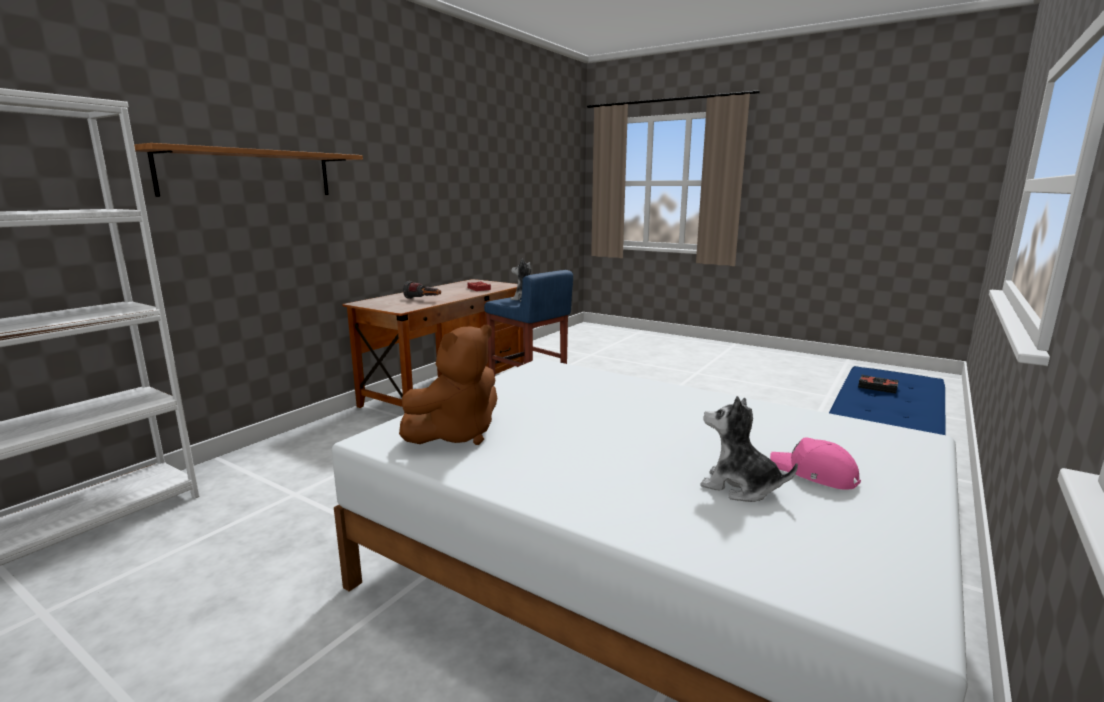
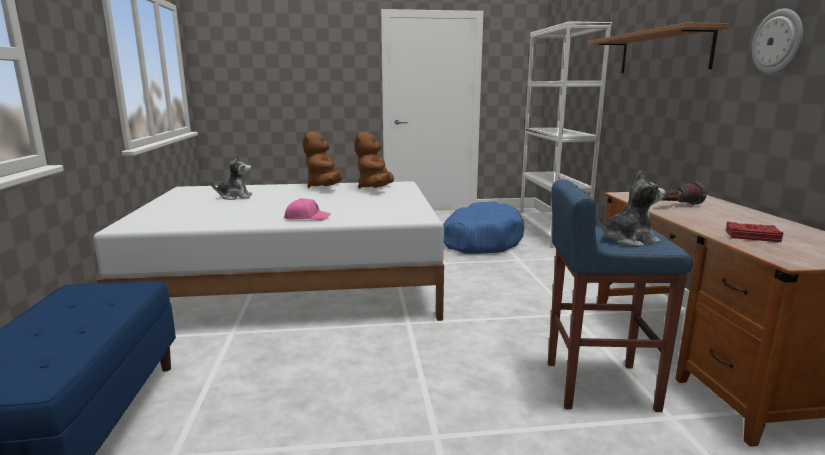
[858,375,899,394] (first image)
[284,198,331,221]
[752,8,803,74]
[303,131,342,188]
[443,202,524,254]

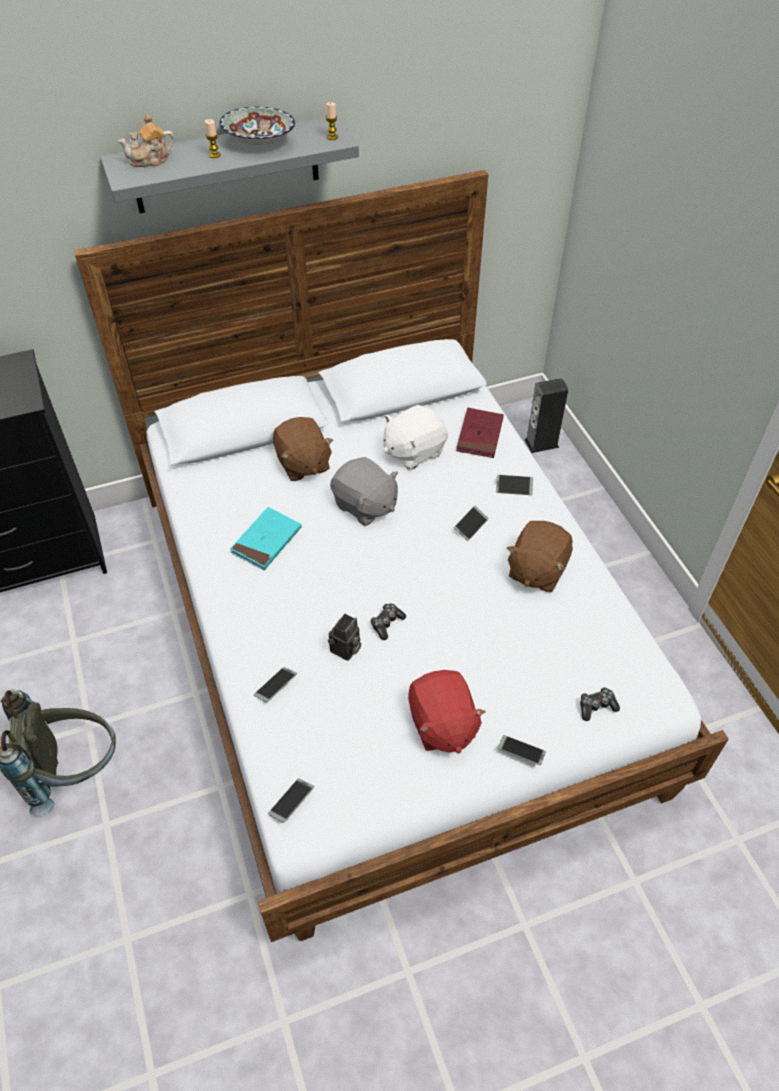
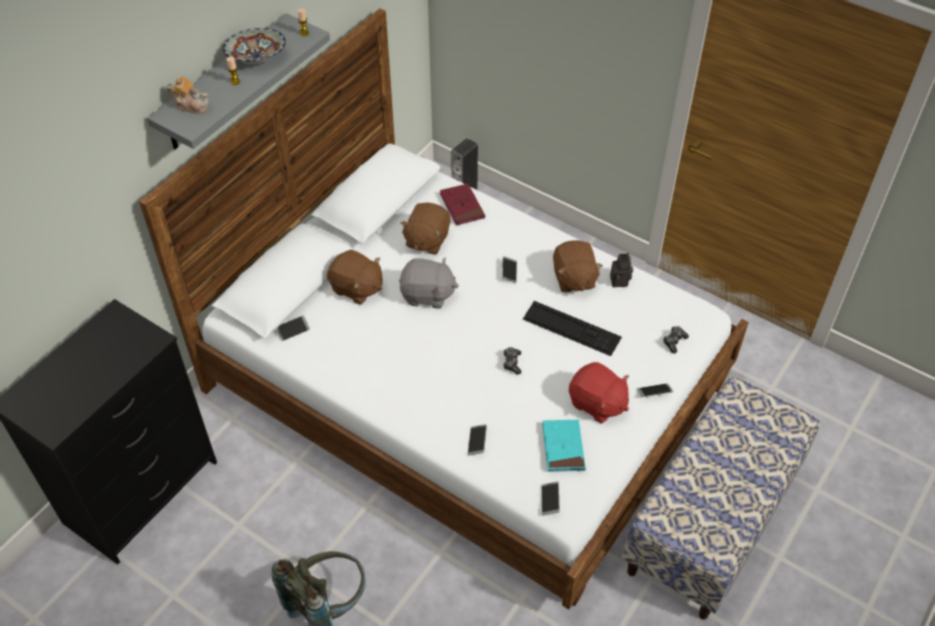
[167,76,208,114]
[400,203,450,254]
[276,316,310,341]
[542,420,586,472]
[610,252,633,287]
[523,301,622,356]
[622,376,820,620]

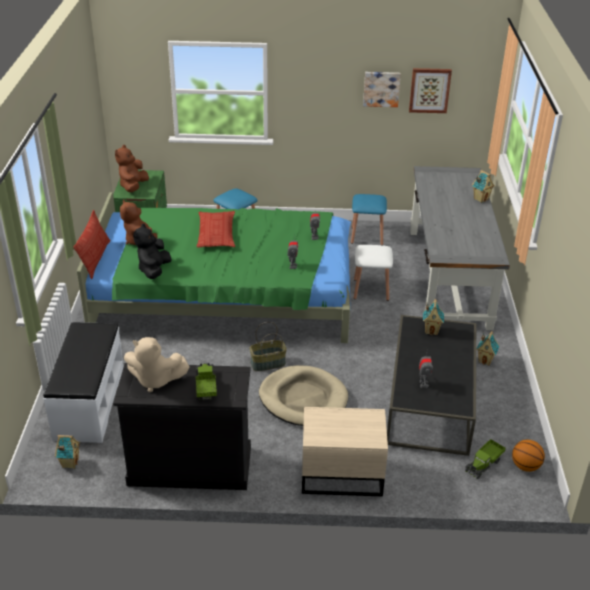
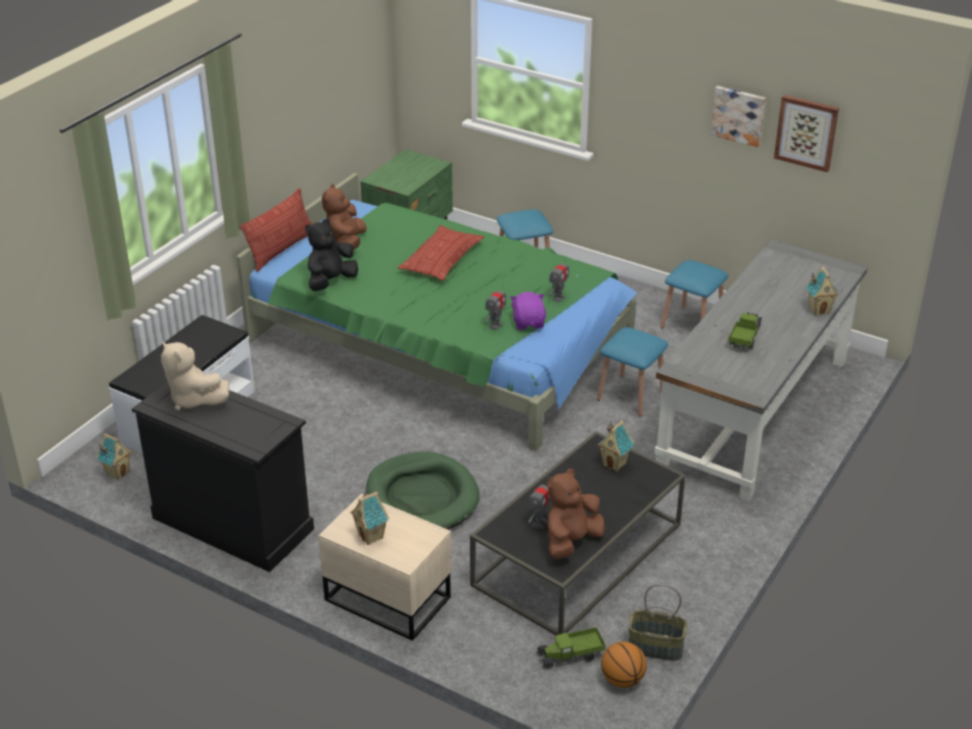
[547,469,605,559]
[597,327,668,417]
[628,584,687,661]
[350,490,389,545]
[728,313,762,349]
[366,452,480,529]
[510,292,546,330]

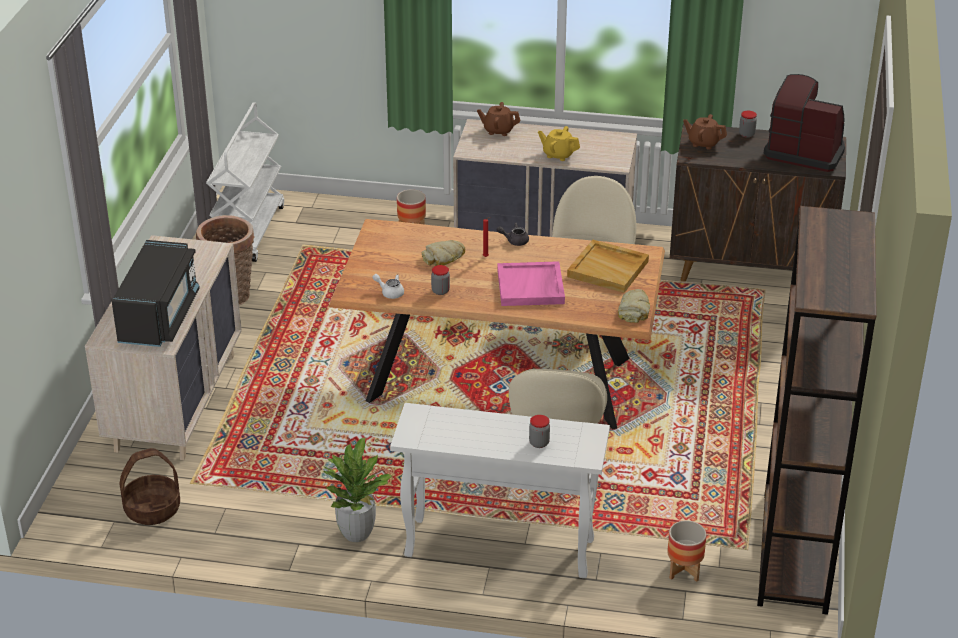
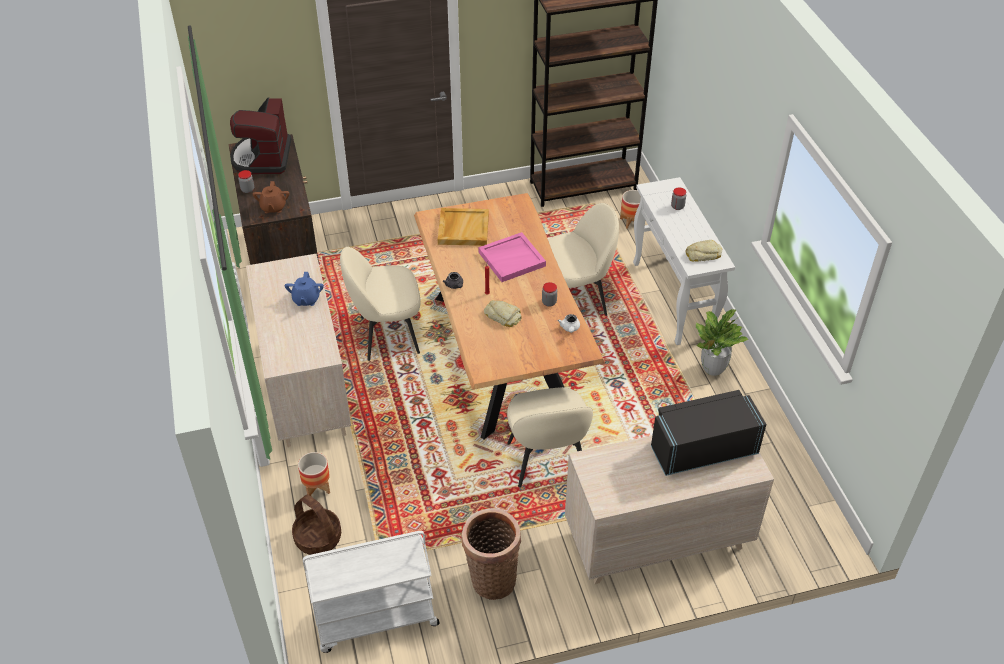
[477,102,520,136] (first image)
[285,272,324,306]
[685,240,723,261]
[292,495,341,555]
[507,387,593,487]

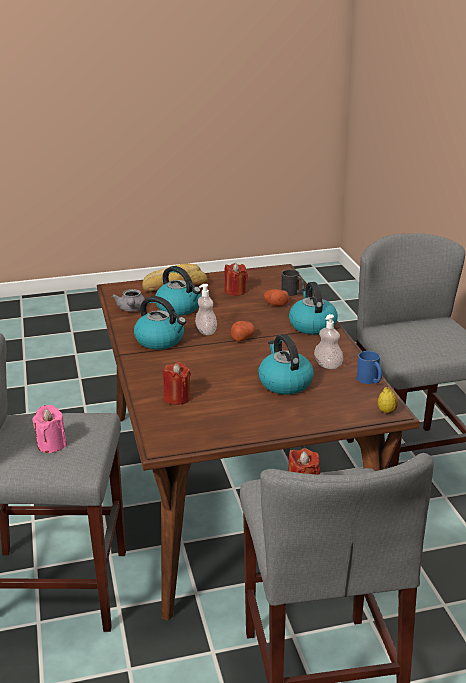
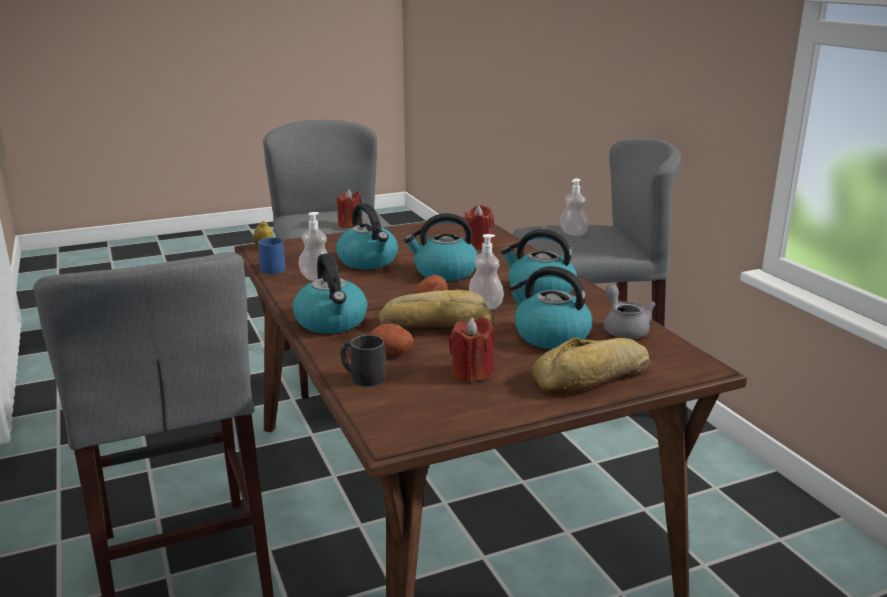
[560,179,589,236]
[404,213,478,281]
[379,289,494,329]

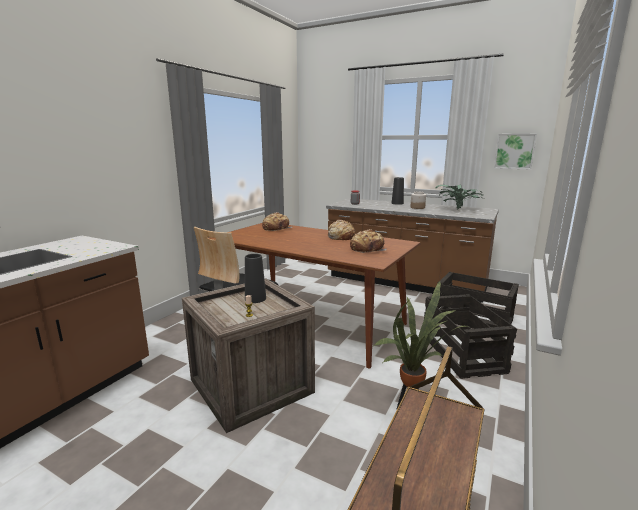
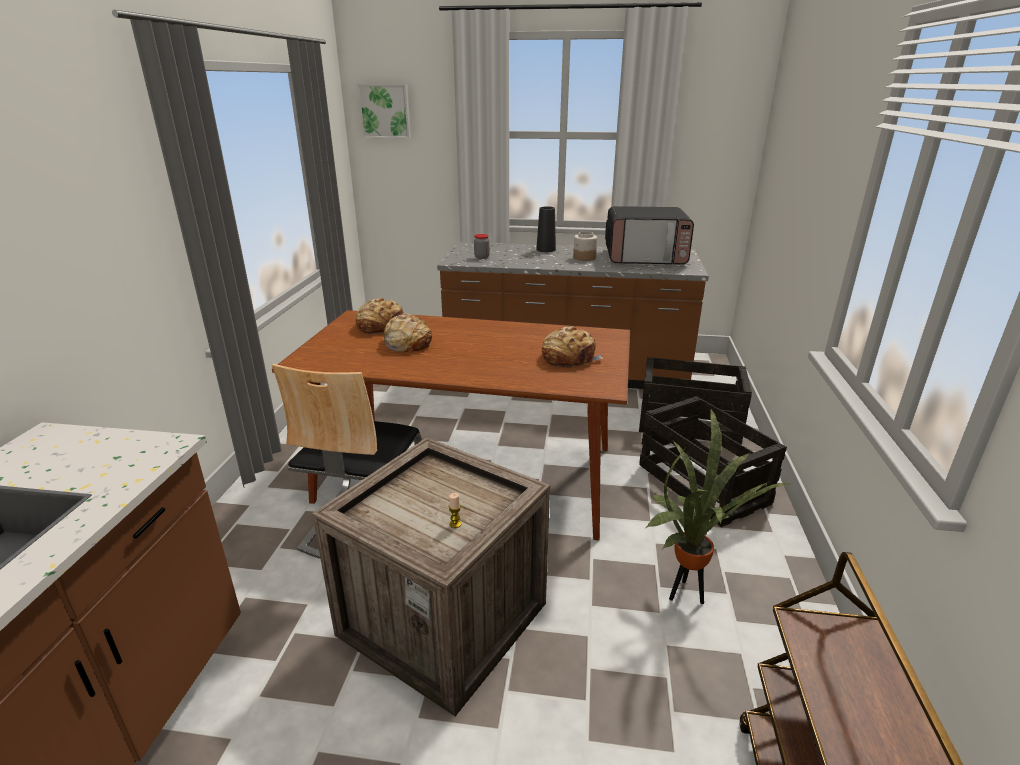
[357,84,411,139]
[605,206,694,264]
[383,313,432,352]
[245,254,266,303] (first image)

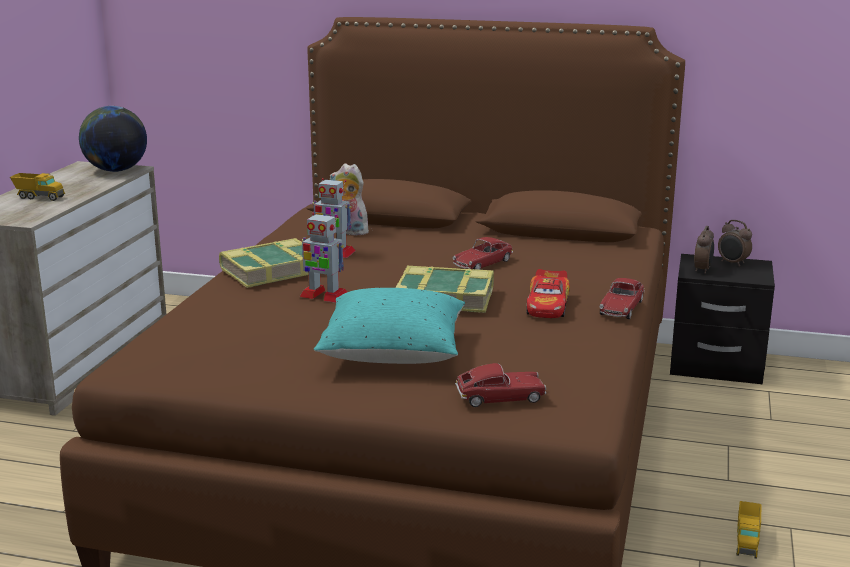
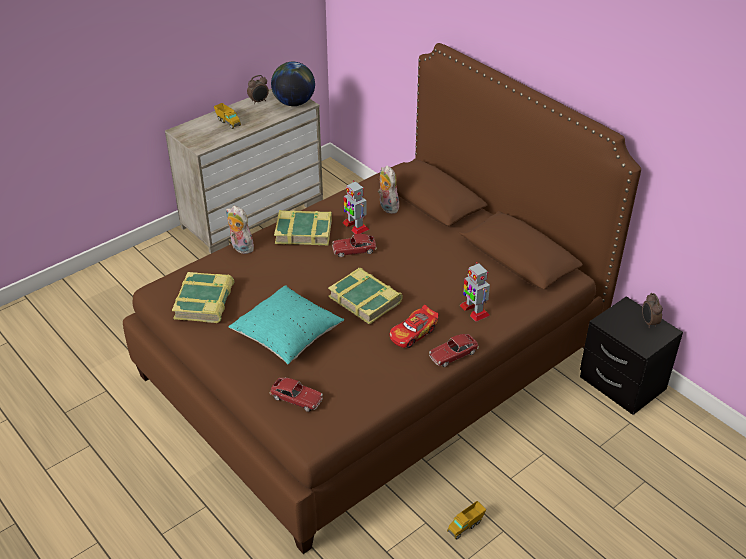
[460,262,490,322]
[247,75,269,104]
[332,234,377,257]
[226,206,257,254]
[172,272,234,323]

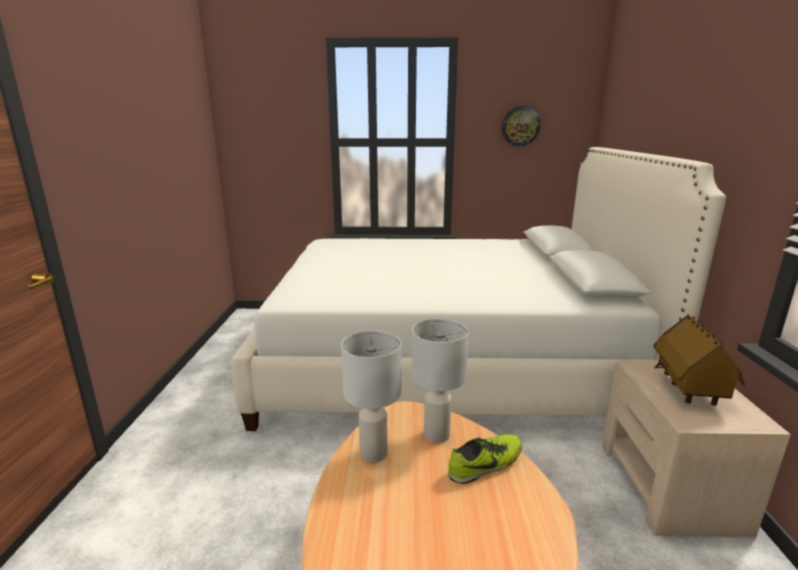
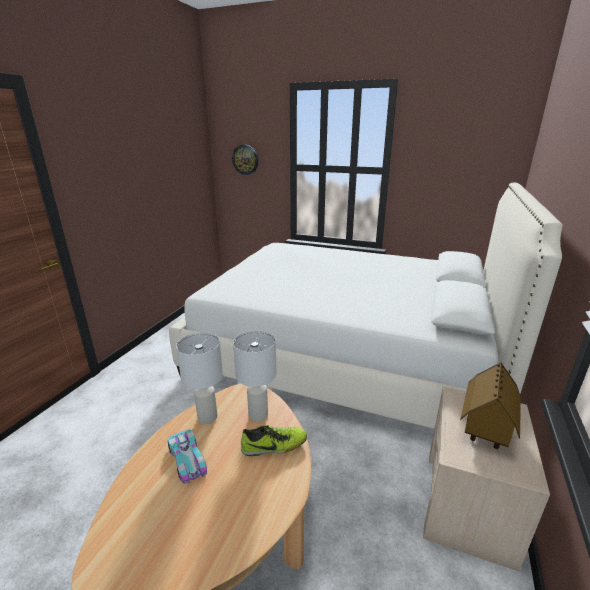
[232,145,258,175]
[168,430,207,484]

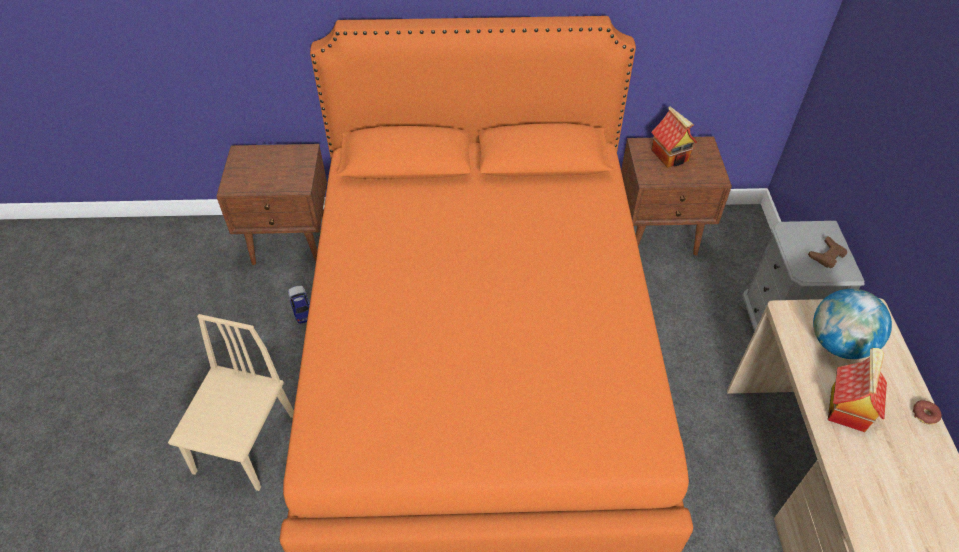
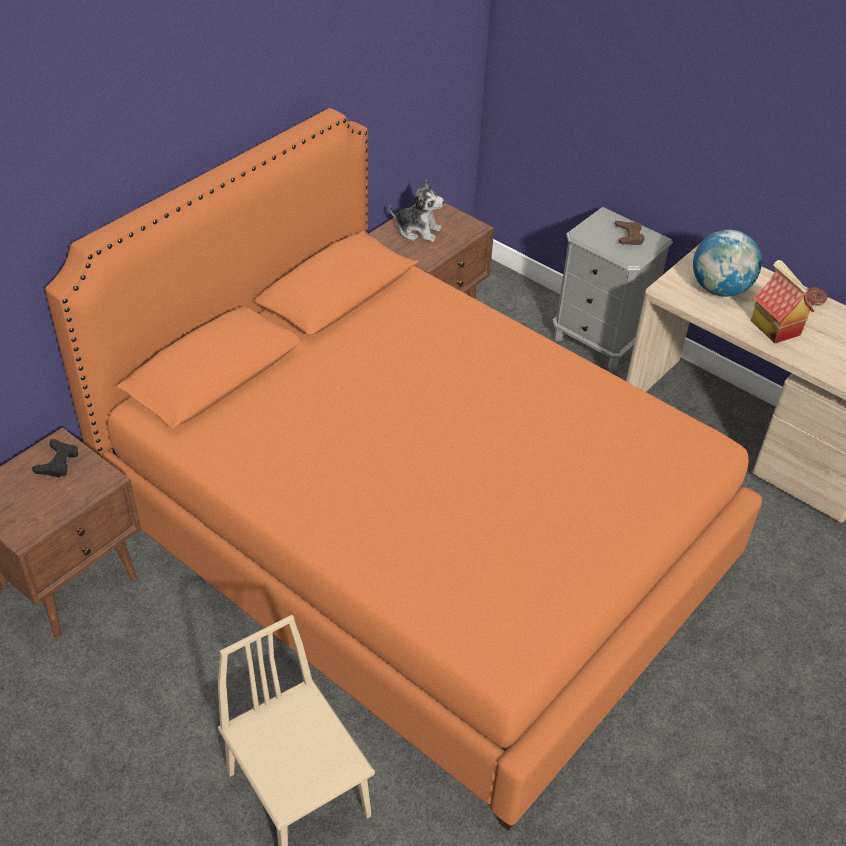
[389,180,444,242]
[288,285,310,324] (first image)
[32,439,78,477]

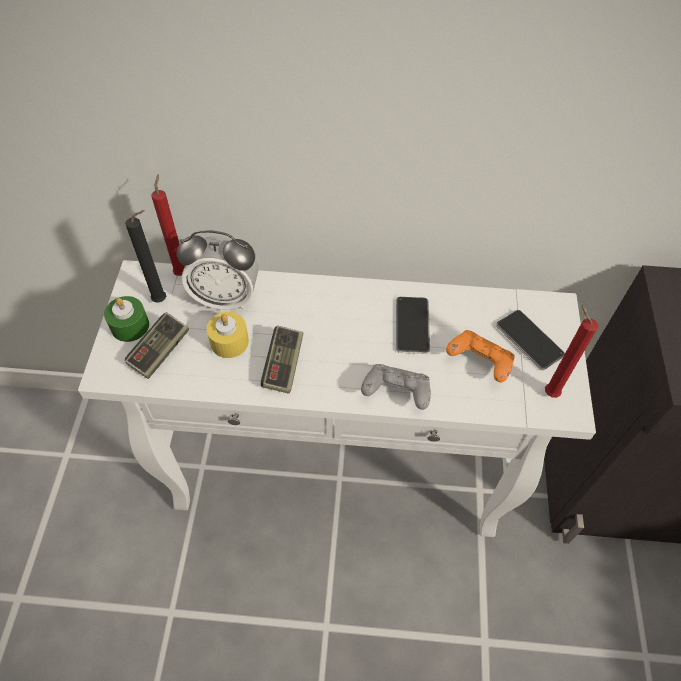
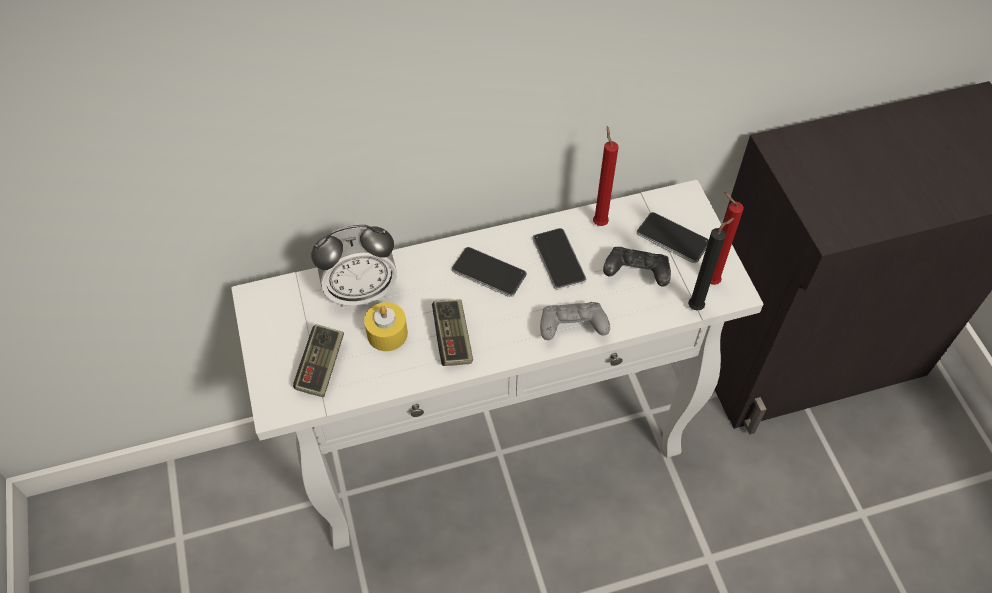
[593,126,618,226]
[688,218,734,311]
[104,296,149,342] (first image)
[603,247,671,287]
[452,247,527,297]

